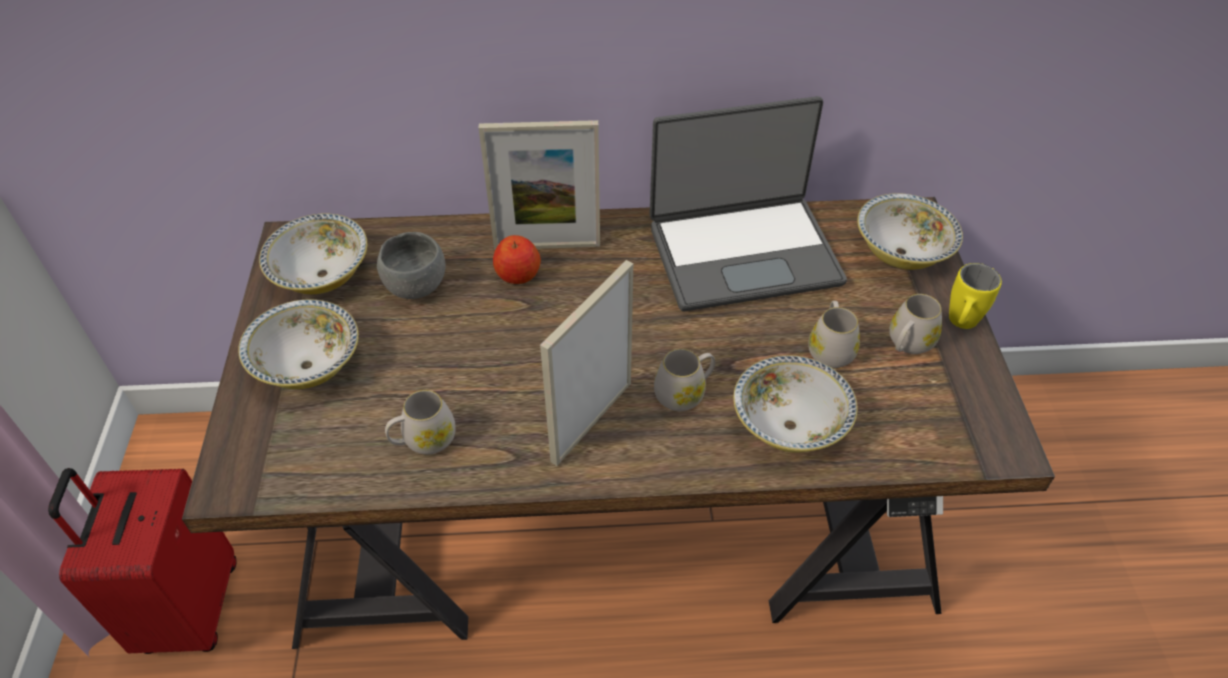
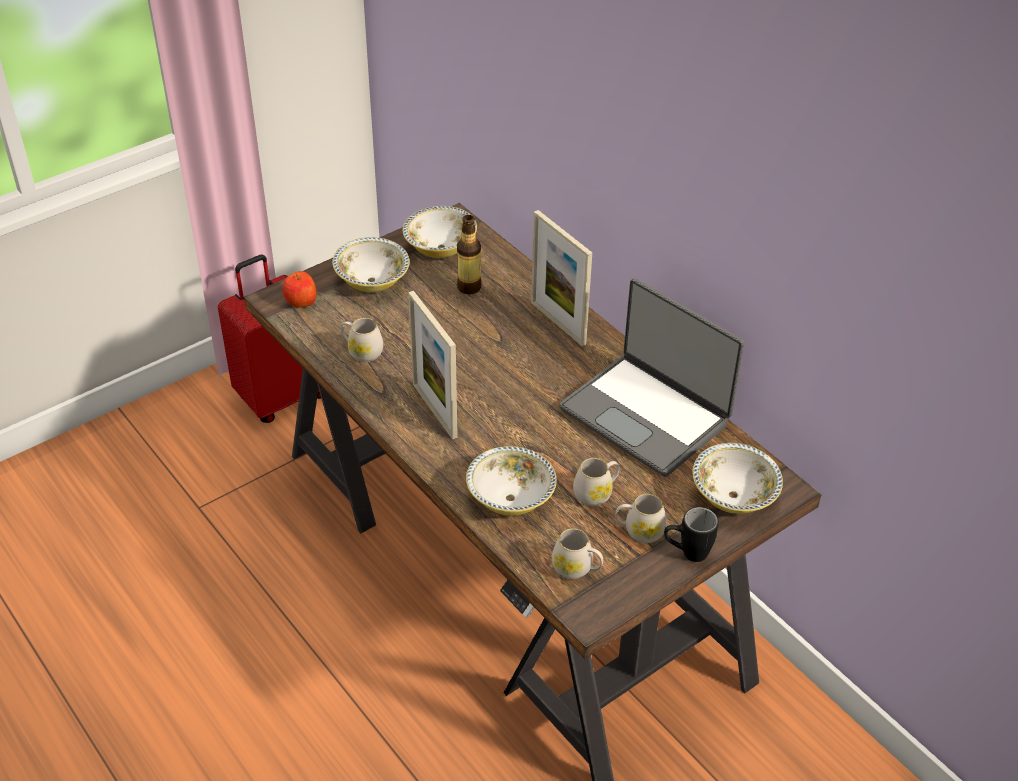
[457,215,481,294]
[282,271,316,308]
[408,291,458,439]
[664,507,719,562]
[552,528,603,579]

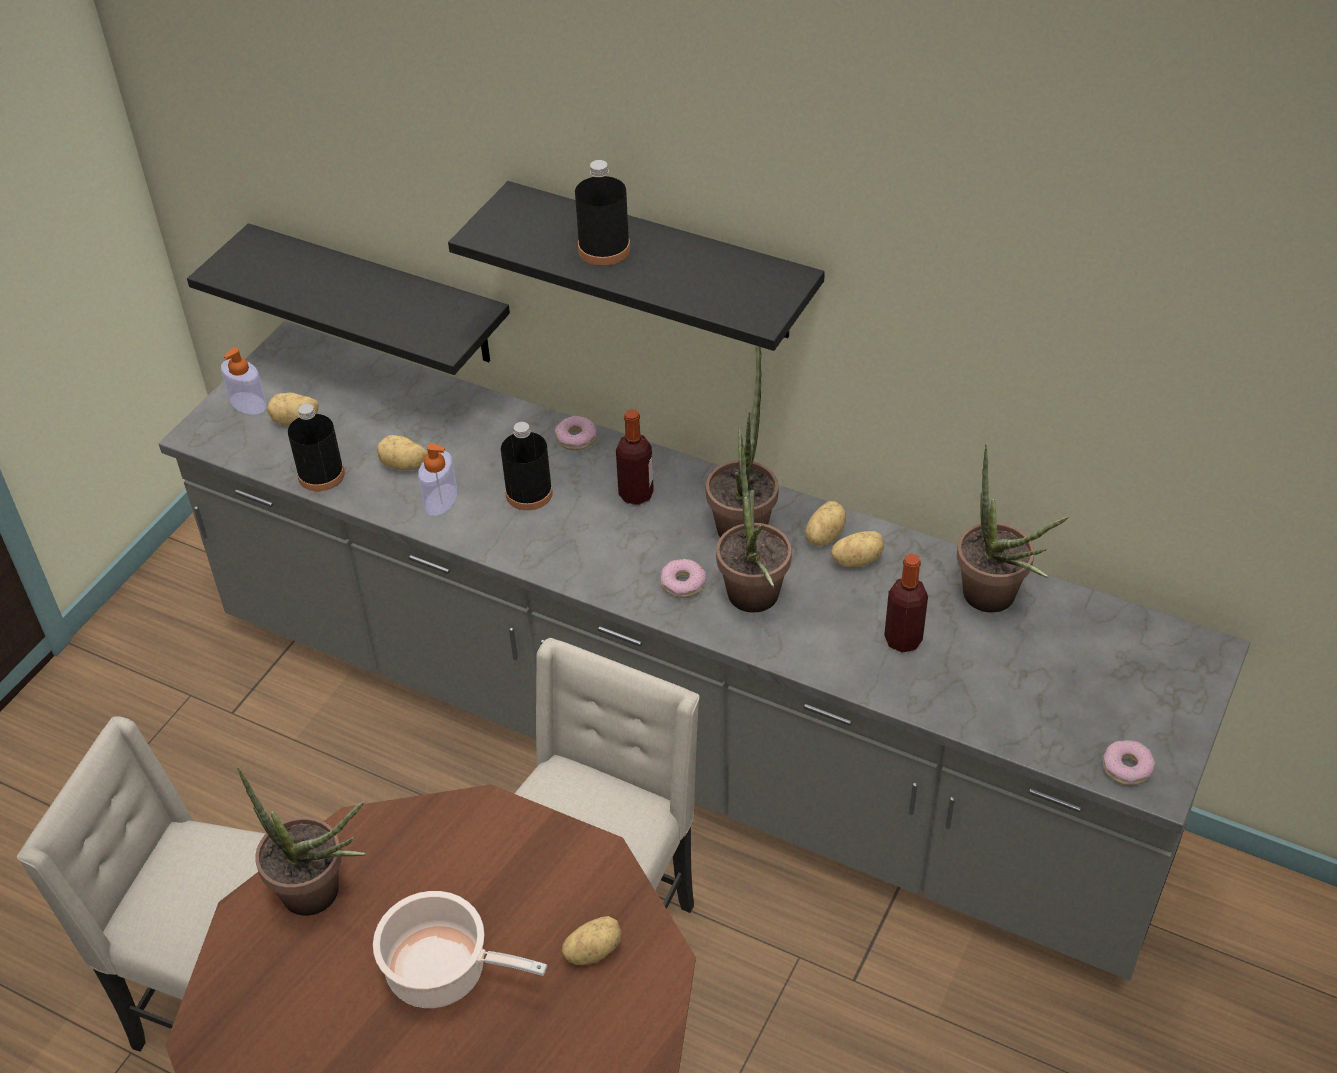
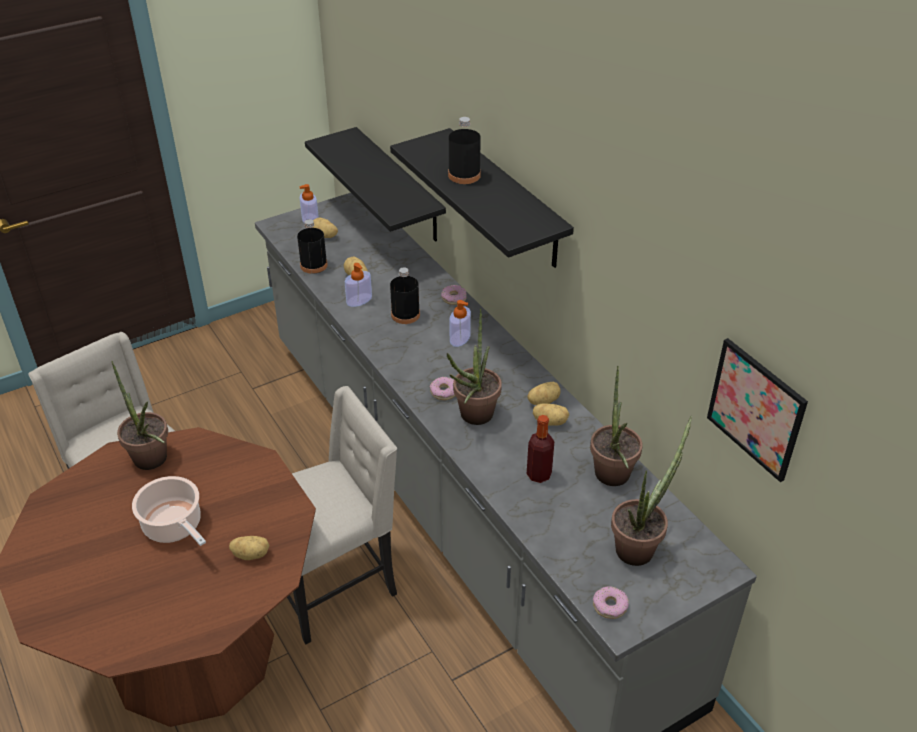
[611,416,692,566]
[450,300,471,347]
[707,338,808,482]

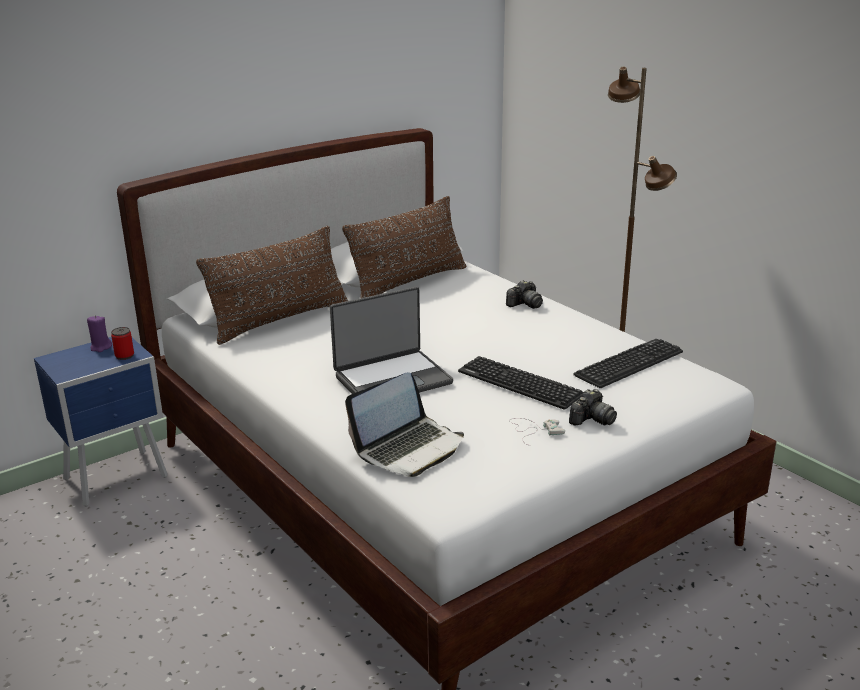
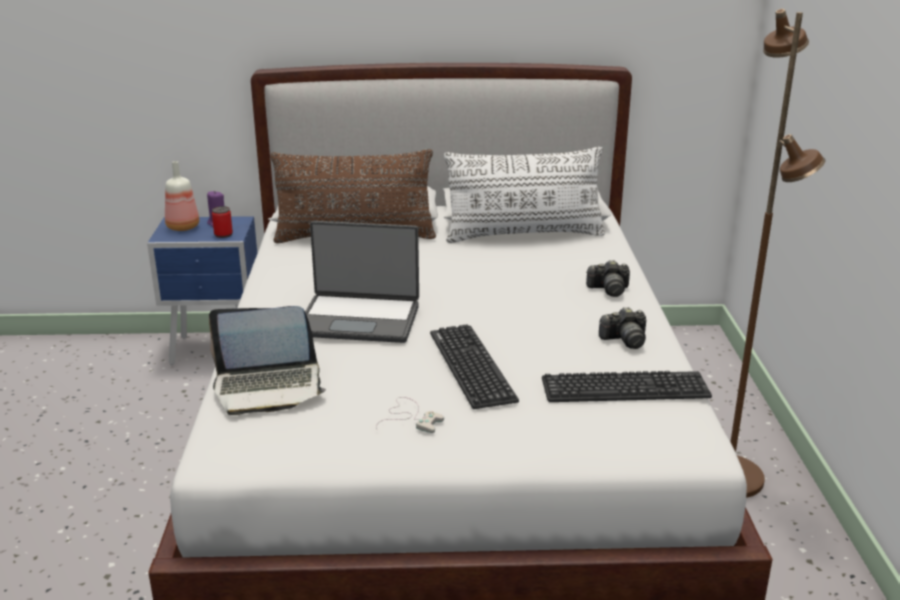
[444,147,605,243]
[599,307,646,349]
[165,161,199,231]

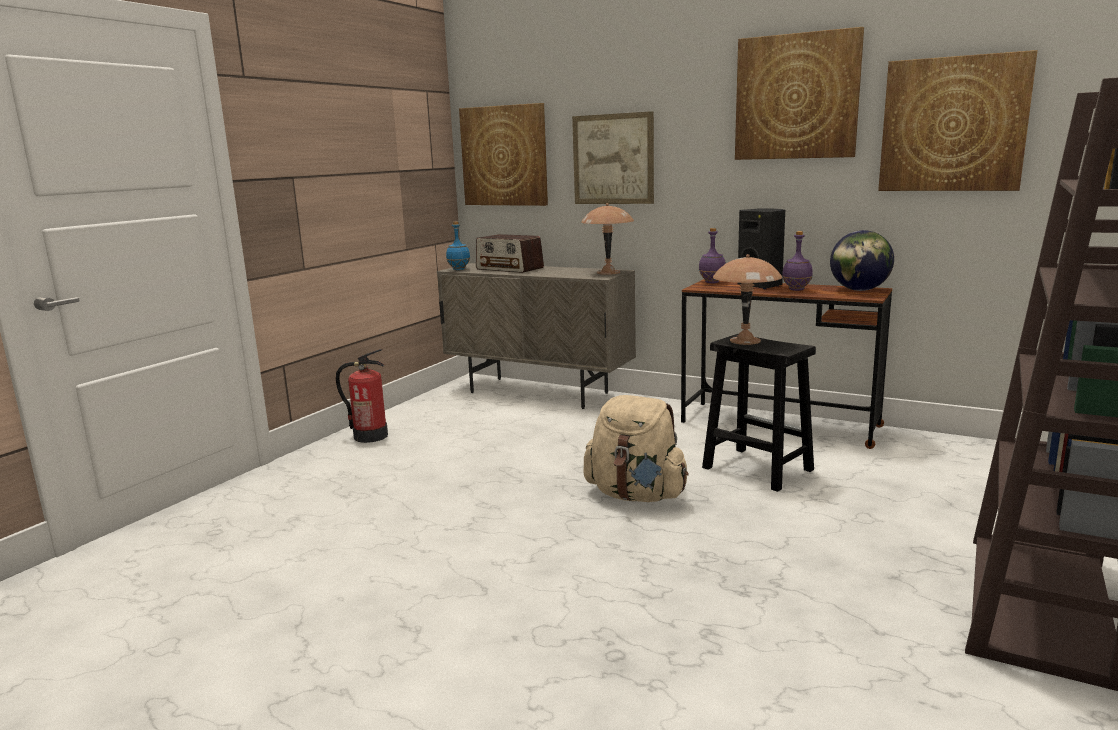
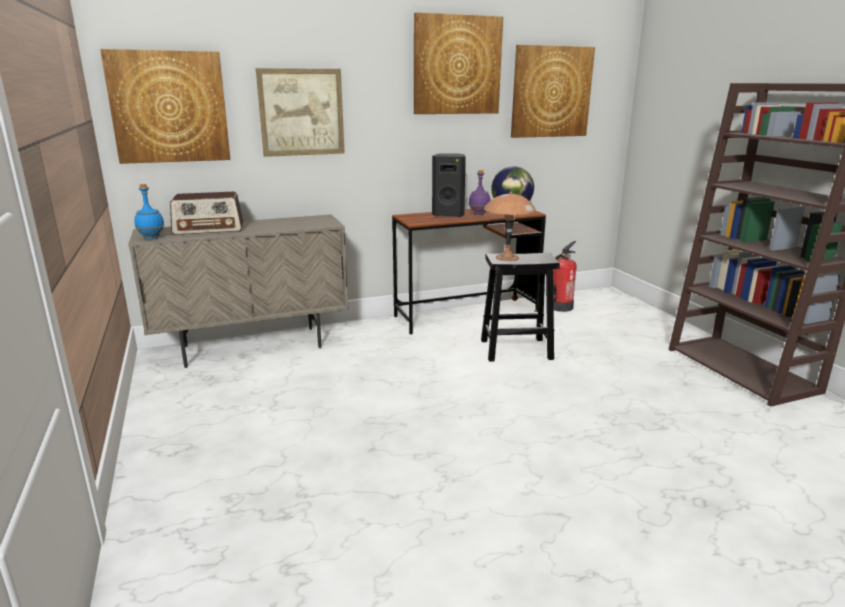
[581,203,634,275] (first image)
[699,228,726,283] (first image)
[553,241,577,312]
[584,395,689,502] (first image)

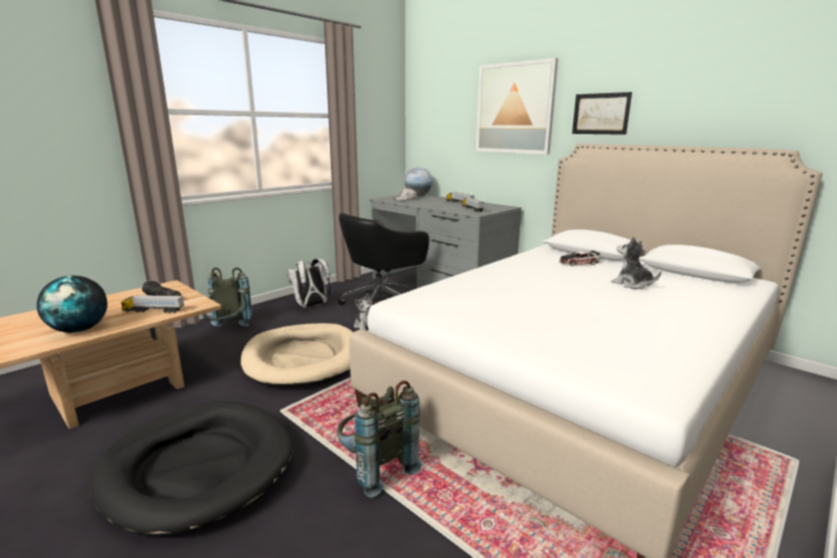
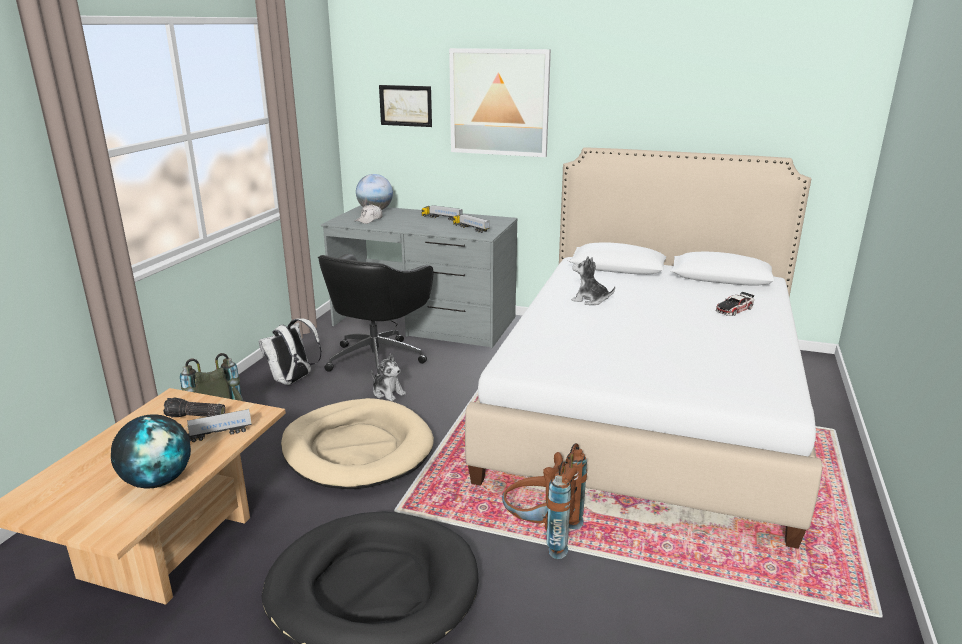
[379,85,432,127]
[571,256,615,305]
[715,292,754,316]
[502,443,587,559]

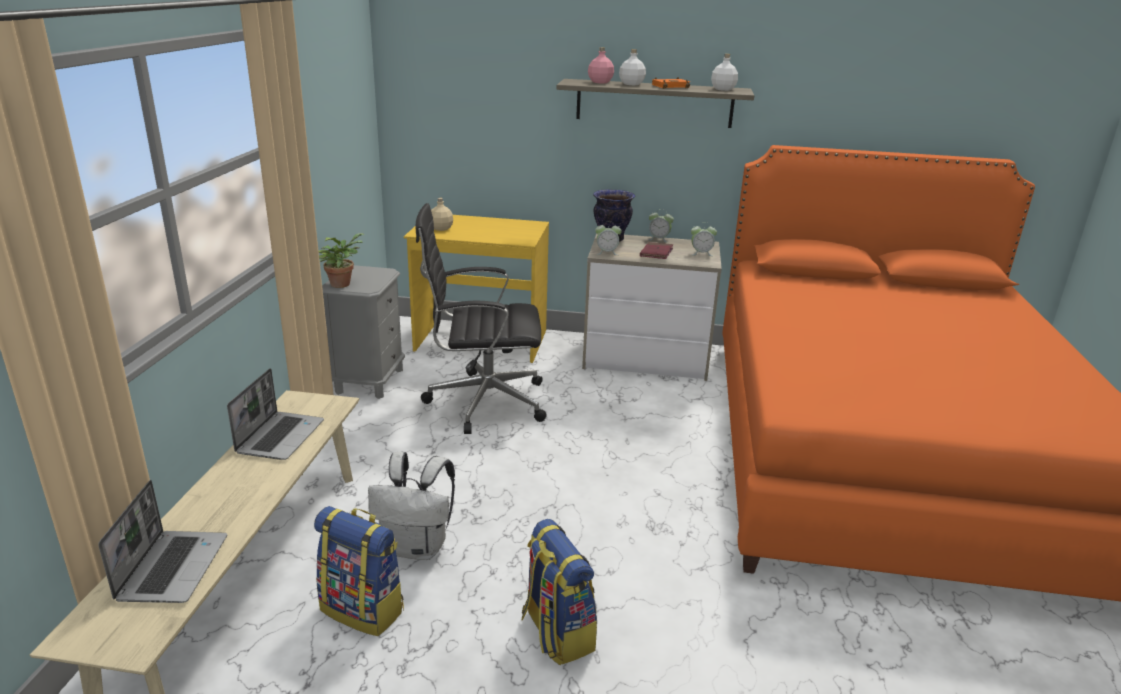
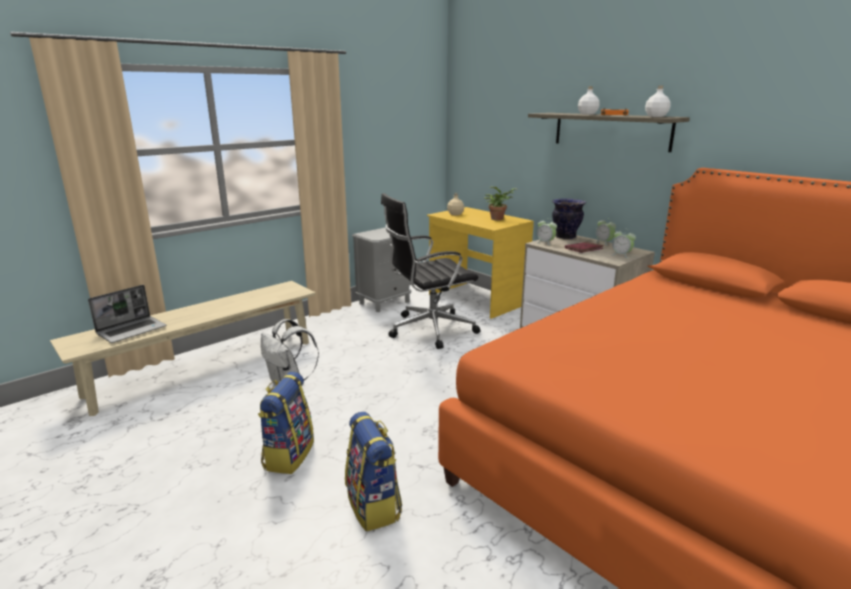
[588,47,614,83] (first image)
[381,193,481,349]
[484,187,517,220]
[227,368,324,460] (first image)
[345,412,402,532]

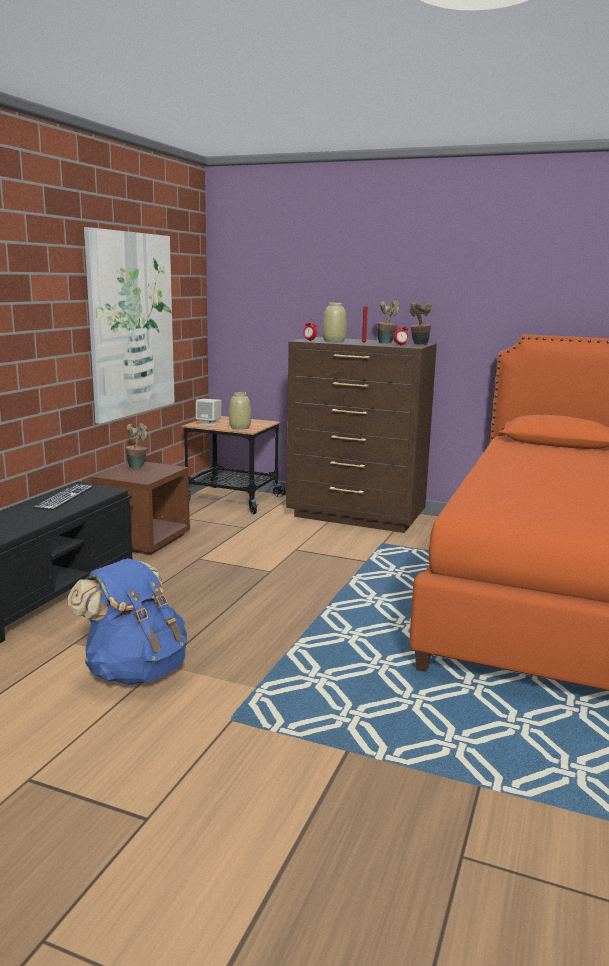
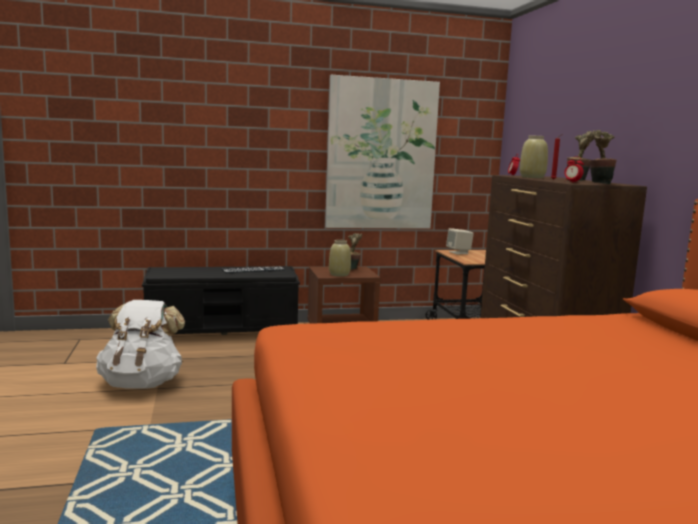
[329,240,351,277]
[96,300,185,389]

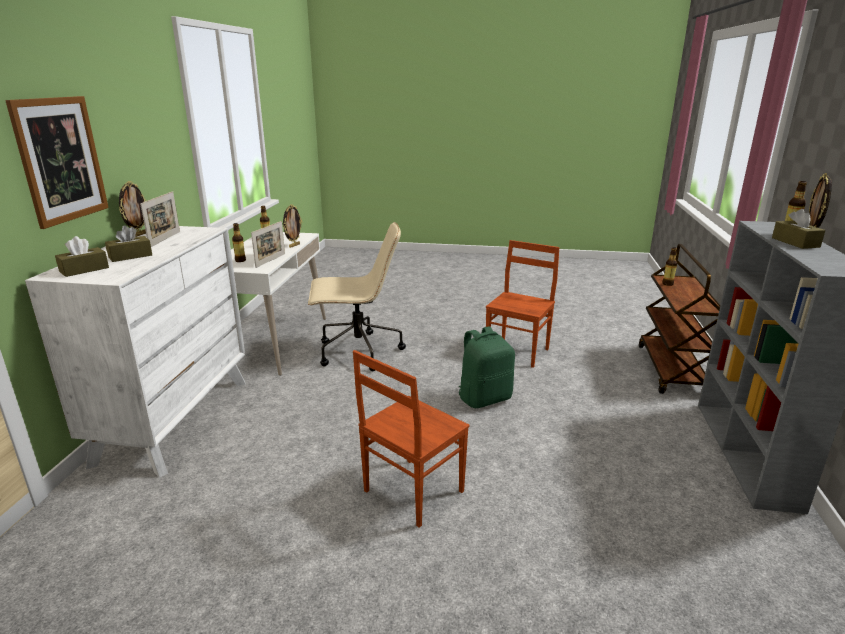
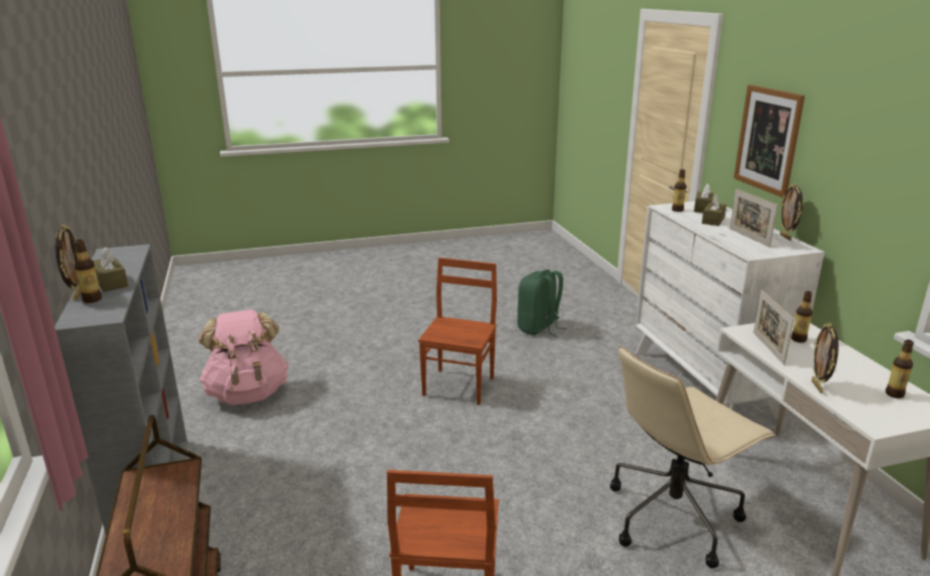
[672,169,686,212]
[517,270,567,337]
[199,310,289,405]

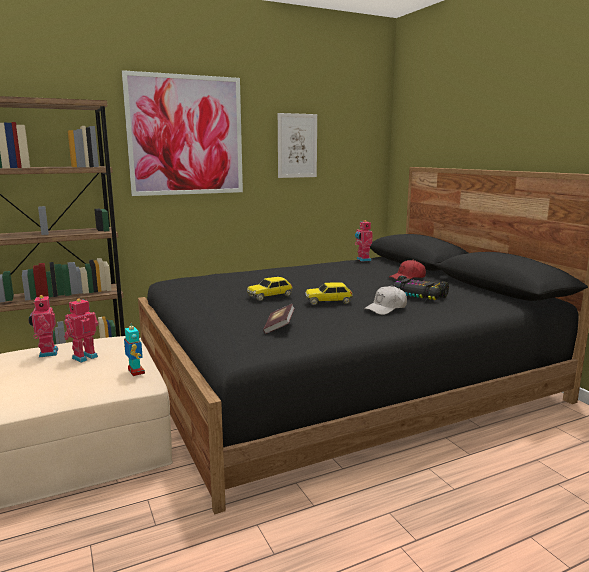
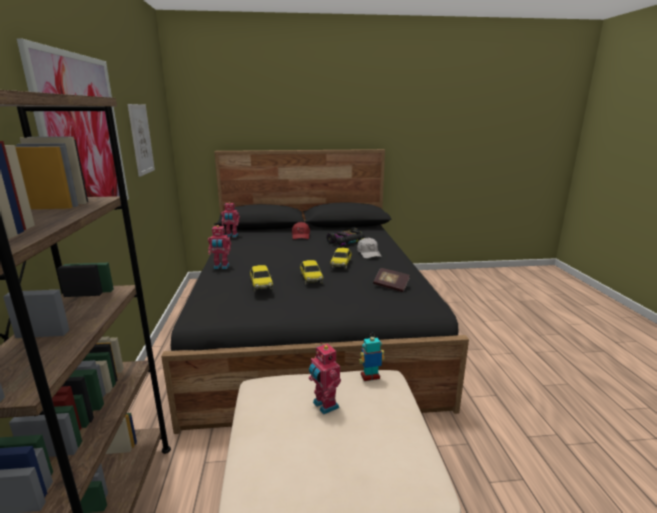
[208,225,231,269]
[250,265,273,292]

